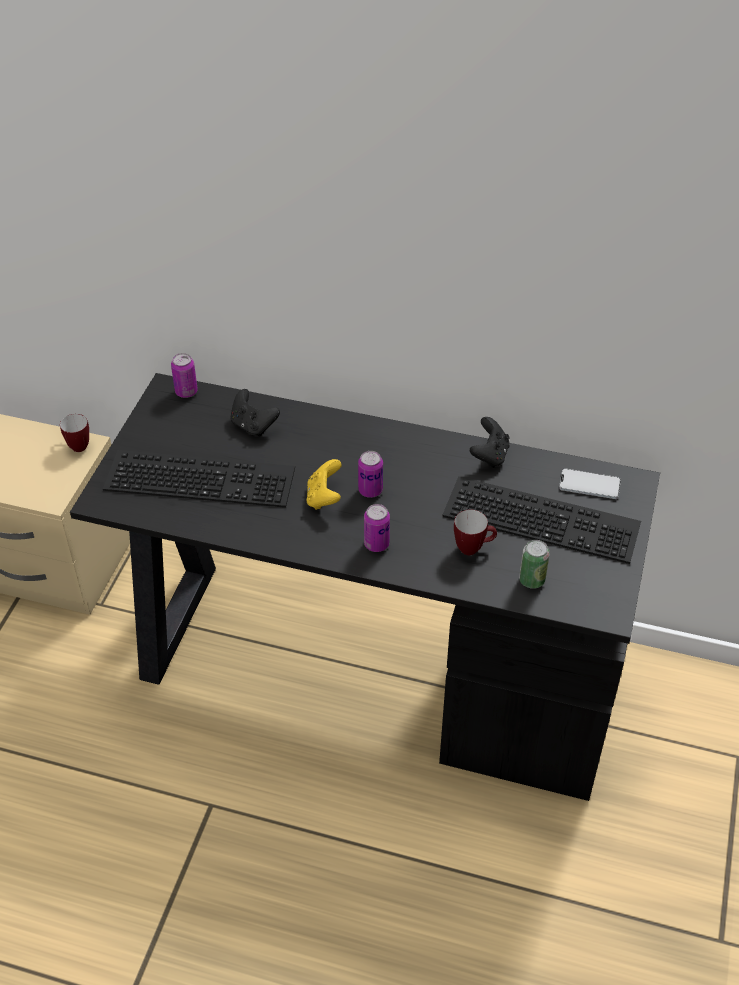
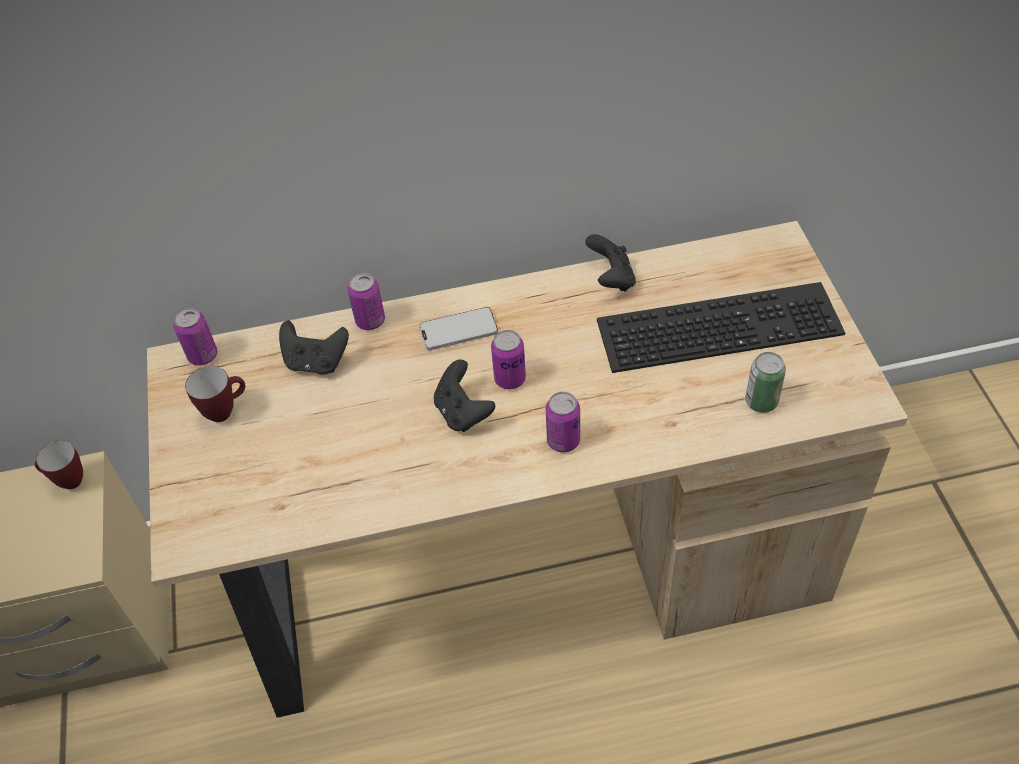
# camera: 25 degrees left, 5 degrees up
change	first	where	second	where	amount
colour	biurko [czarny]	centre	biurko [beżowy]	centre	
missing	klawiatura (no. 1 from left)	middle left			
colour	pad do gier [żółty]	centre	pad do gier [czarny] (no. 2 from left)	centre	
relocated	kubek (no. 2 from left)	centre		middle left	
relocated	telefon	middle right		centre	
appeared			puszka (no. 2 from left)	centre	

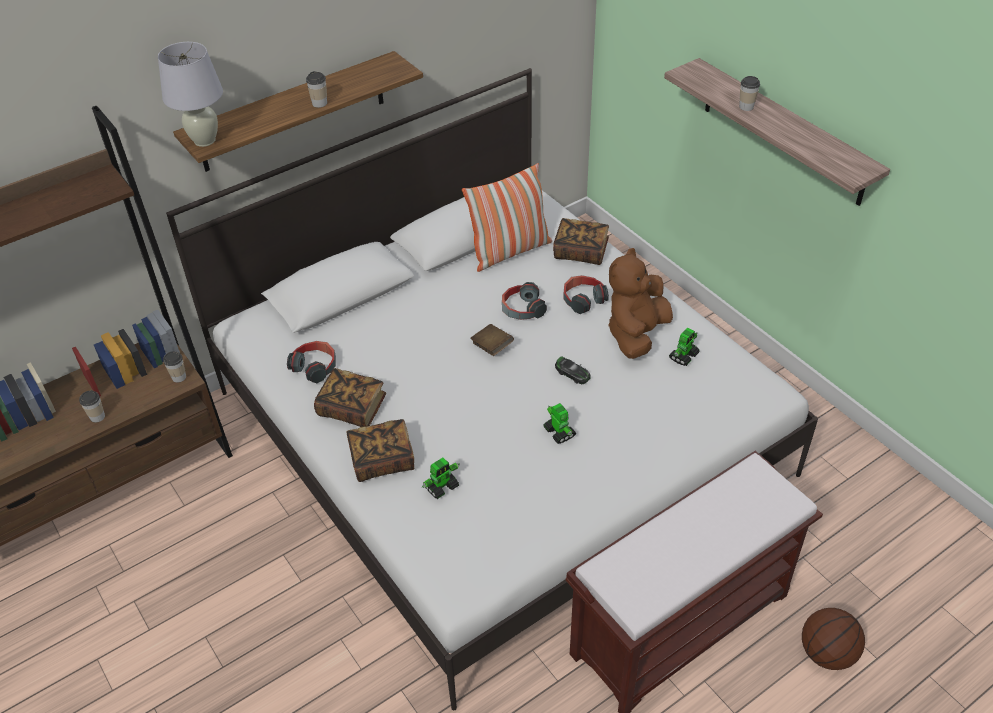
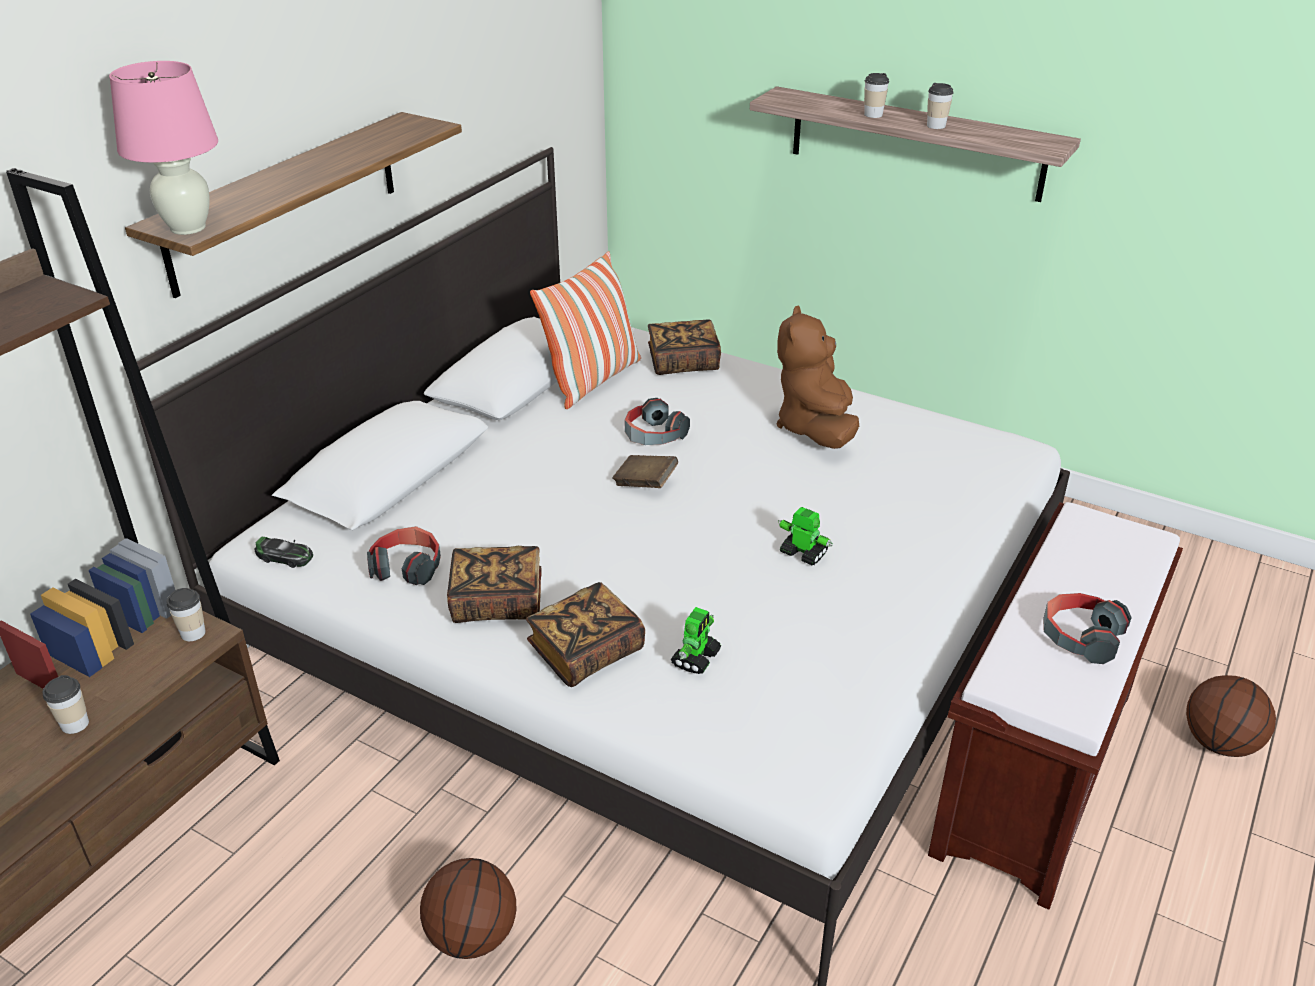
# camera: 25 degrees left, 10 degrees down
change	first	where	second	where	amount
colour	lampa stołowa [biały]	top left	lampa stołowa [różowy]	top left	
relocated	filiżanka (no. 3 from left in the first image)	top left	filiżanka (no. 4 from left)	top right	
relocated	samochodzik	centre		middle left	
relocated	słuchawki (no. 3 from left)	centre		middle right	
missing	robot zabawkowy (no. 3 from left)	middle right			
appeared			piłka do koszykówki (no. 1 from left)	bottom centre	

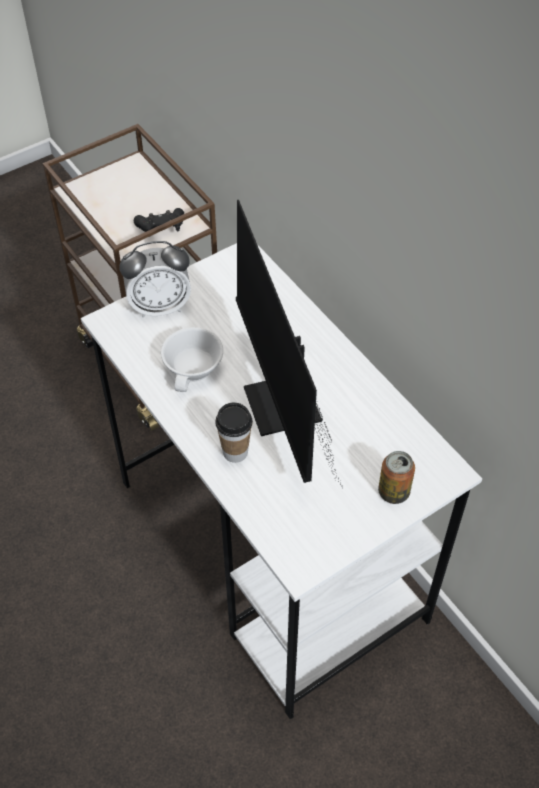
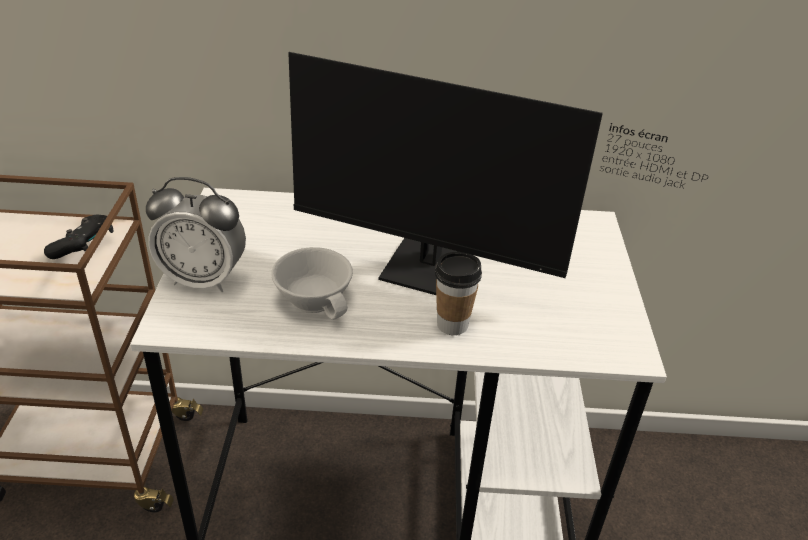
# camera: 55 degrees left, 15 degrees down
change	first	where	second	where	amount
spun	budzik	middle left		middle left	75 degrees clockwise
missing	puszka	middle right			

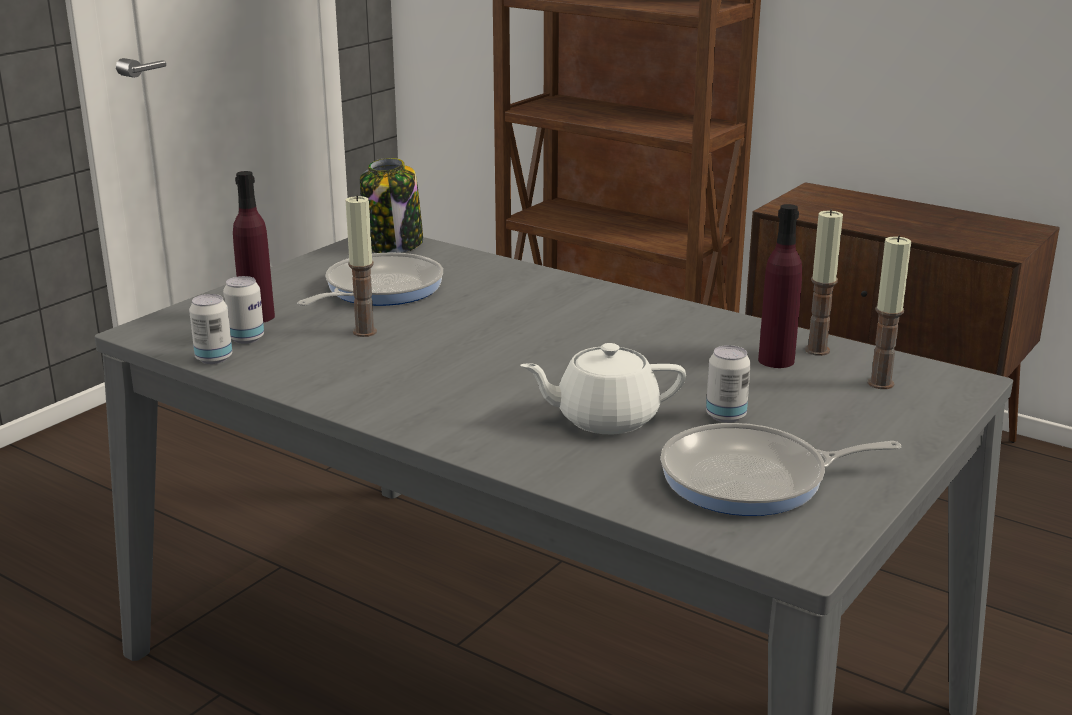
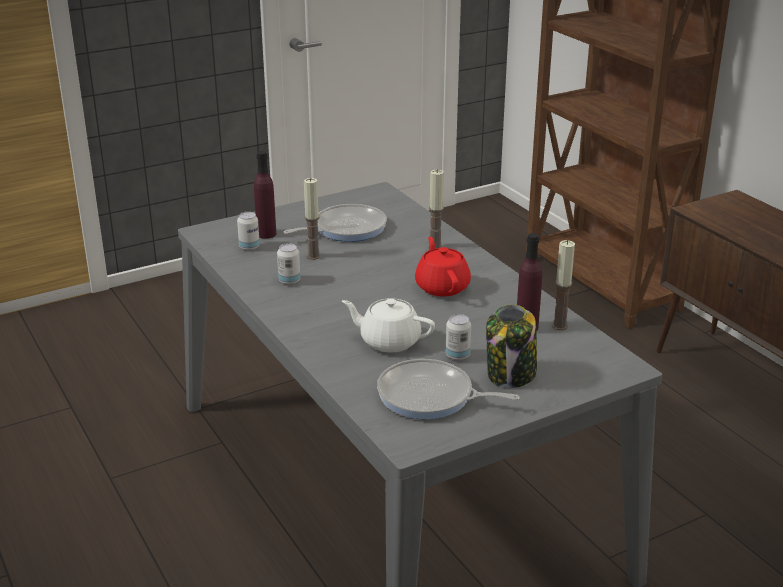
# camera: 25 degrees right, 5 degrees up
change	first	where	second	where	amount
relocated	puszka (no. 1 from left in the first image)	middle left	puszka (no. 2 from left)	centre	
relocated	słoik	top centre		centre	
relocated	świeca (no. 3 from left in the first image)	middle right	świeca (no. 2 from left)	centre	
appeared			imbryk [czerwony]	centre	

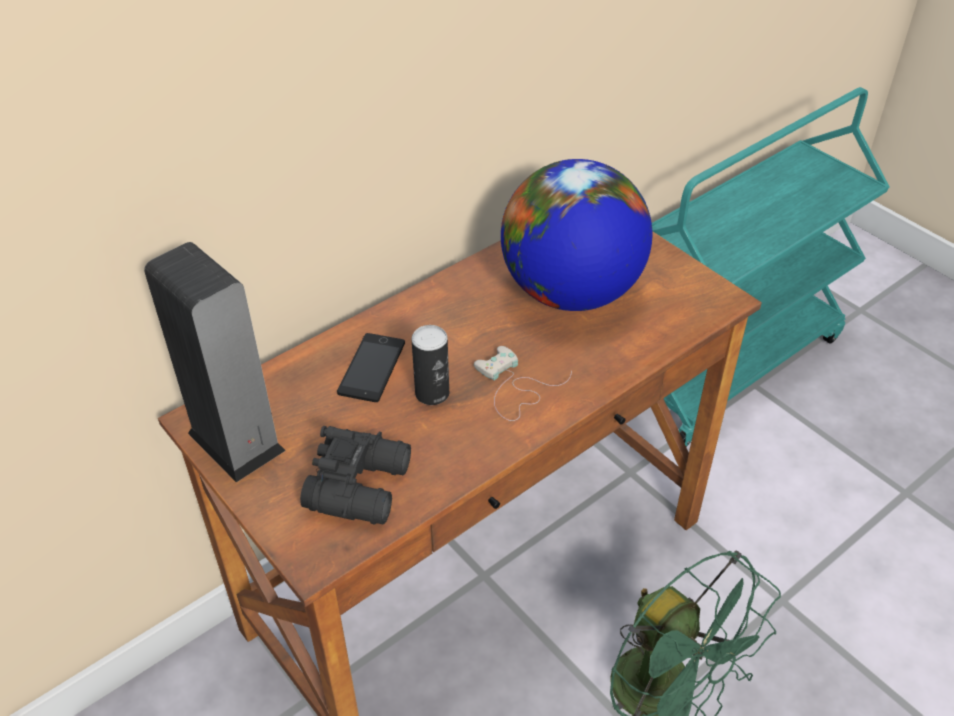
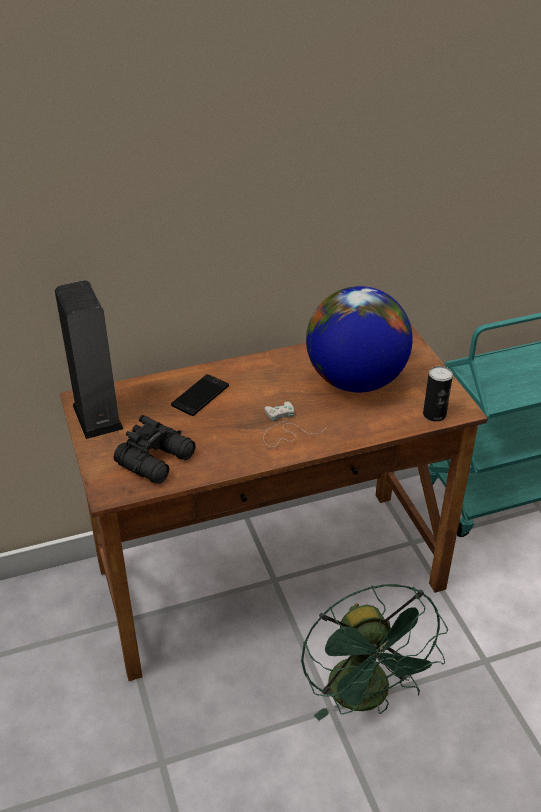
# camera: 20 degrees right, 5 degrees down
change	first	where	second	where	amount
relocated	puszka	centre		middle right	

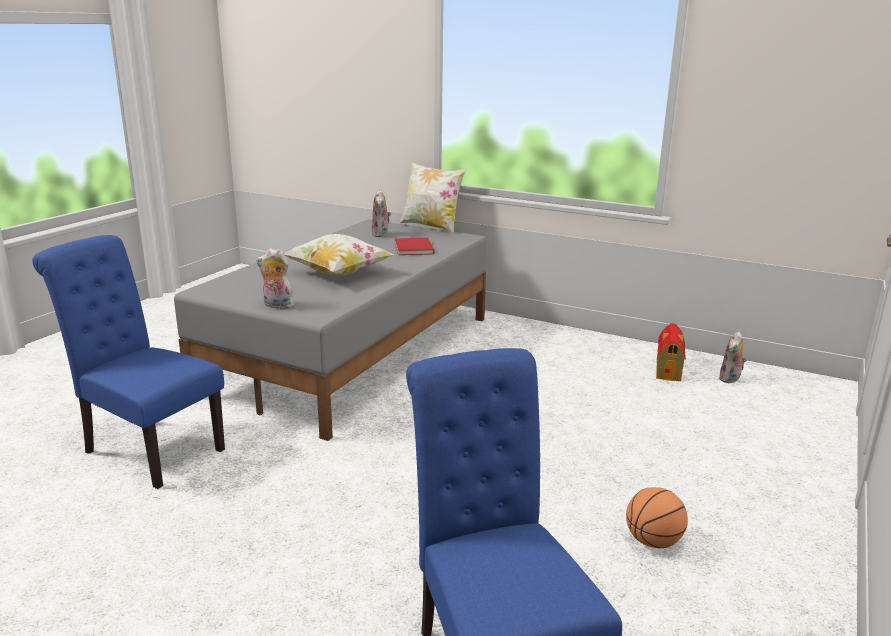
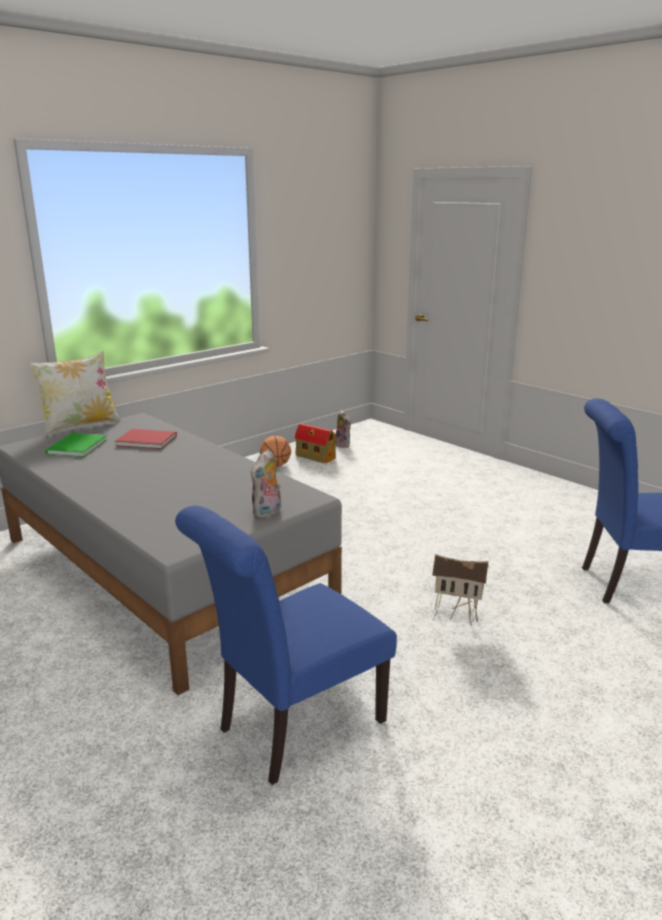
# camera: 70 degrees left, 0 degrees up
change	first	where	second	where	amount
missing	poduszka (no. 1 from left)	centre			
exchanged	pluszak (no. 2 from left)	centre	książka [zielony]	middle left	
relocated	piłka do koszykówki	bottom right		centre	
appeared			domek (no. 2 from left)	middle right	

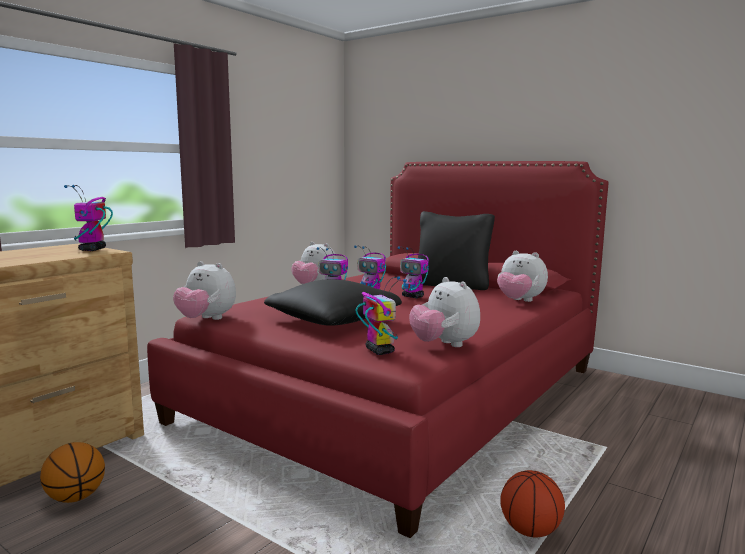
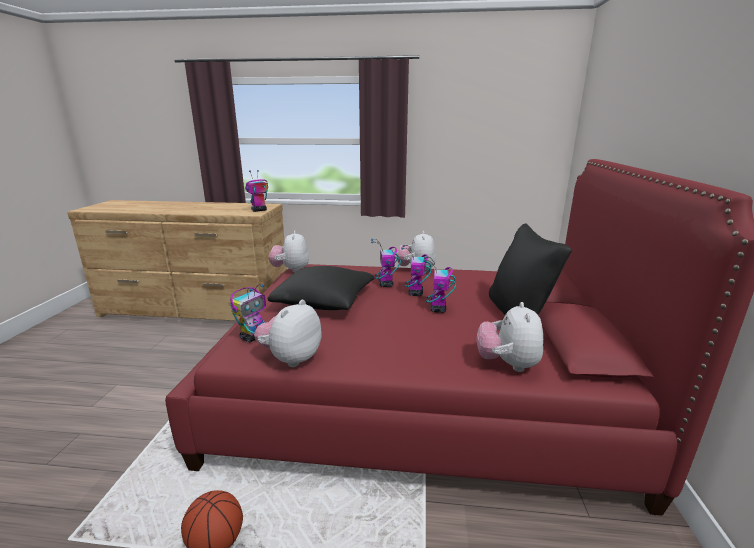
# camera: 60 degrees right, 10 degrees up
change	first	where	second	where	amount
missing	piłka do koszykówki (no. 1 from left)	bottom left			

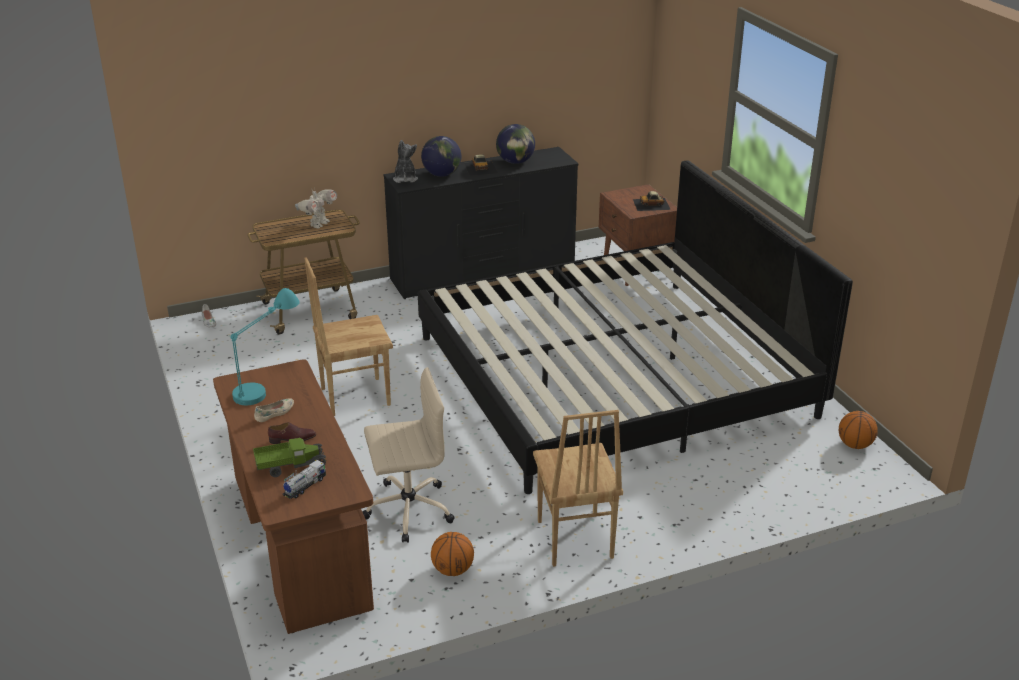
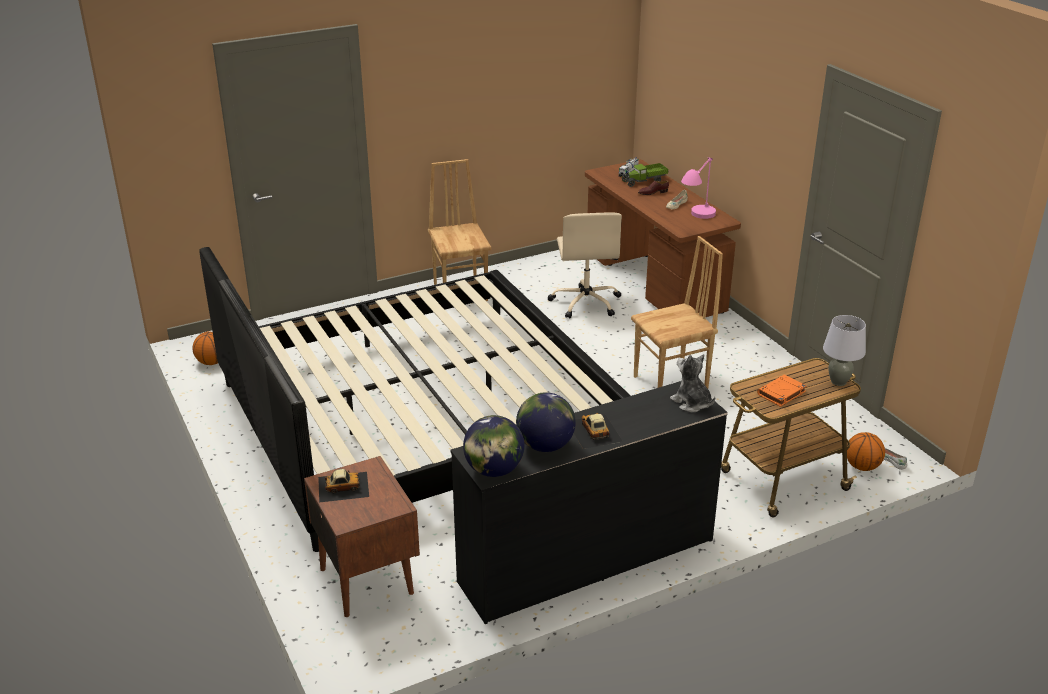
# camera: 175 degrees right, 0 degrees up
change	first	where	second	where	amount
colour	lampa stołowa [turkusowy]	middle left	lampa stołowa [różowy]	top centre	
exchanged	robot zabawkowy	top left	książka [pomarańczowy]	middle right	
spun	krzesło biurowe [beżowy]	bottom centre		centre	75 degrees counterclockwise
spun	pluszak	top centre		centre	150 degrees clockwise
relocated	globus (no. 1 from left)	top centre		centre	
relocated	piłka do koszykówki (no. 1 from left in the first image)	bottom centre	piłka do koszykówki (no. 2 from left)	middle right	
appeared			lampa stołowa [szary]	middle right	

